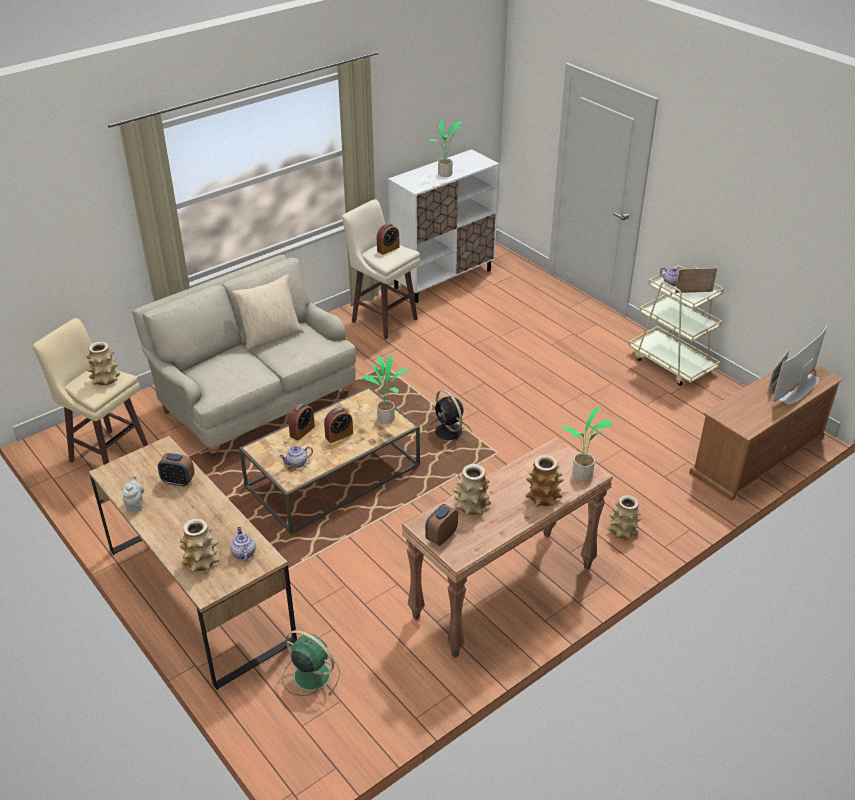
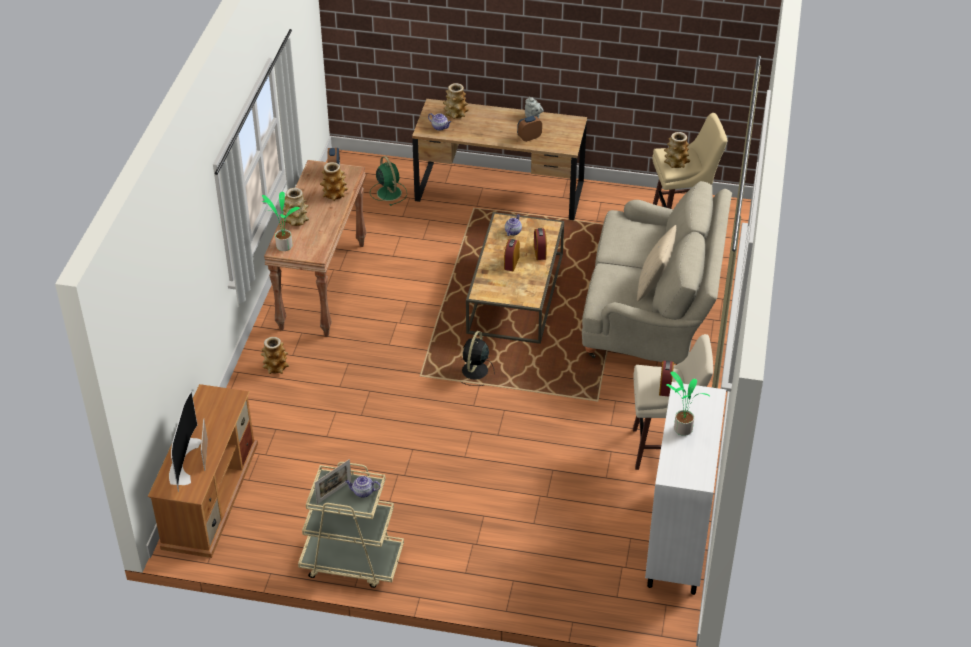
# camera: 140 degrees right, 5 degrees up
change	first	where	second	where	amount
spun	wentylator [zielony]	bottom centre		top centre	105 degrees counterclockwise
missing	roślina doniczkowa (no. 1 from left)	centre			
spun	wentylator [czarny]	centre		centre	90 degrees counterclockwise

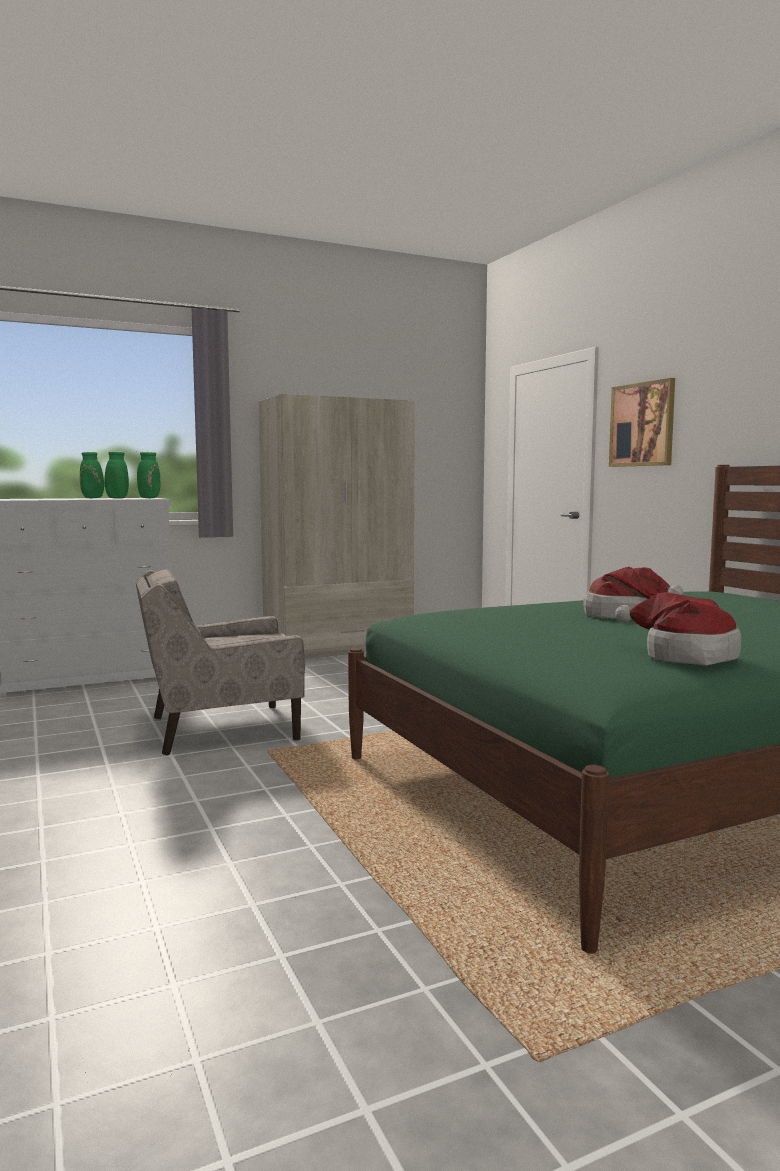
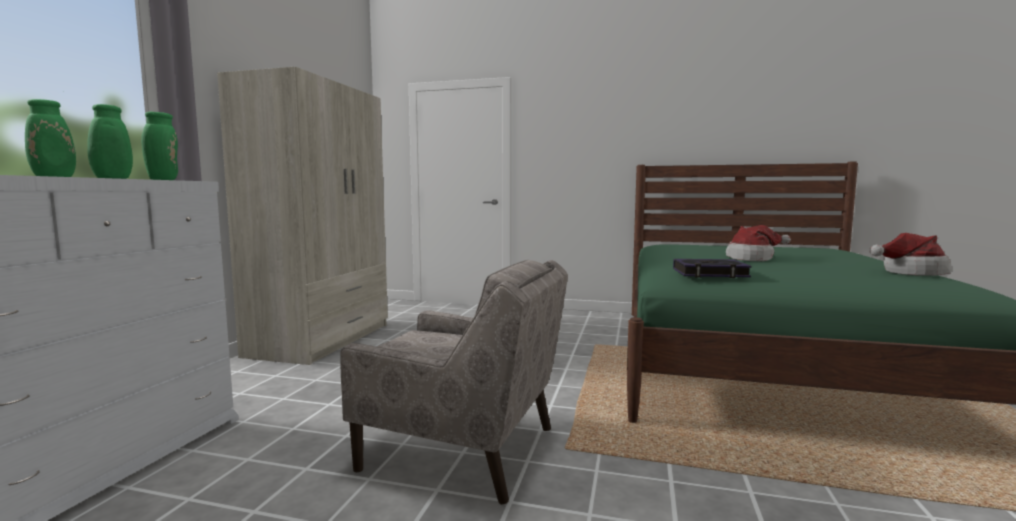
# camera: 50 degrees left, 0 degrees up
change	first	where	second	where	amount
spun	fotel [beżowy]	middle left		bottom centre	90 degrees counterclockwise
missing	obraz	middle right			
appeared			książka	middle right	

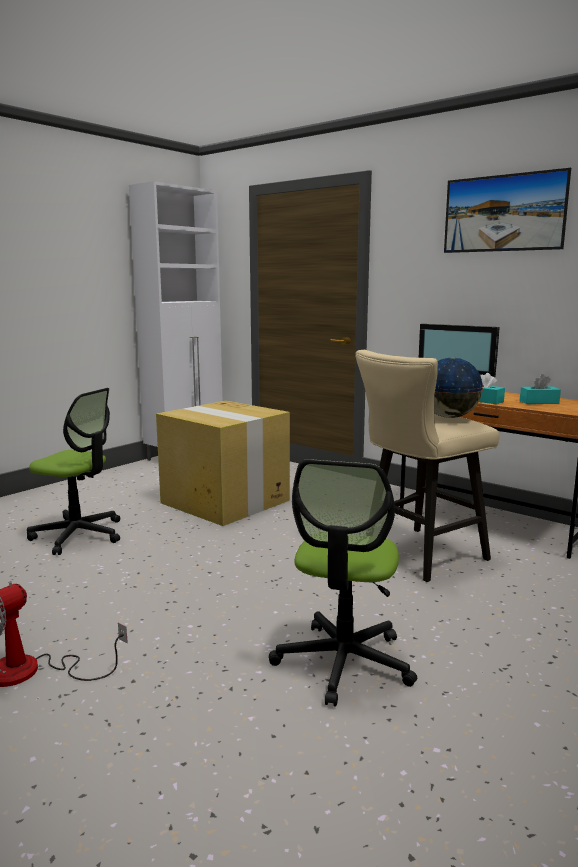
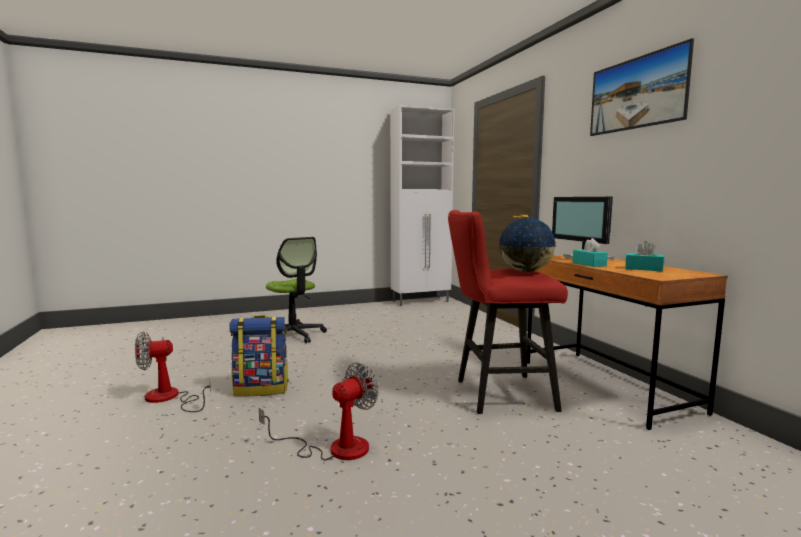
# camera: 30 degrees right, 5 degrees down
change	first	where	second	where	amount
missing	karton	centre			
exchanged	krzesło biurowe (no. 2 from left)	bottom centre	wentylator (no. 2 from left)	bottom centre	
colour	stołek [beżowy]	middle right	stołek [czerwony]	centre	
appeared			plecak	middle left	

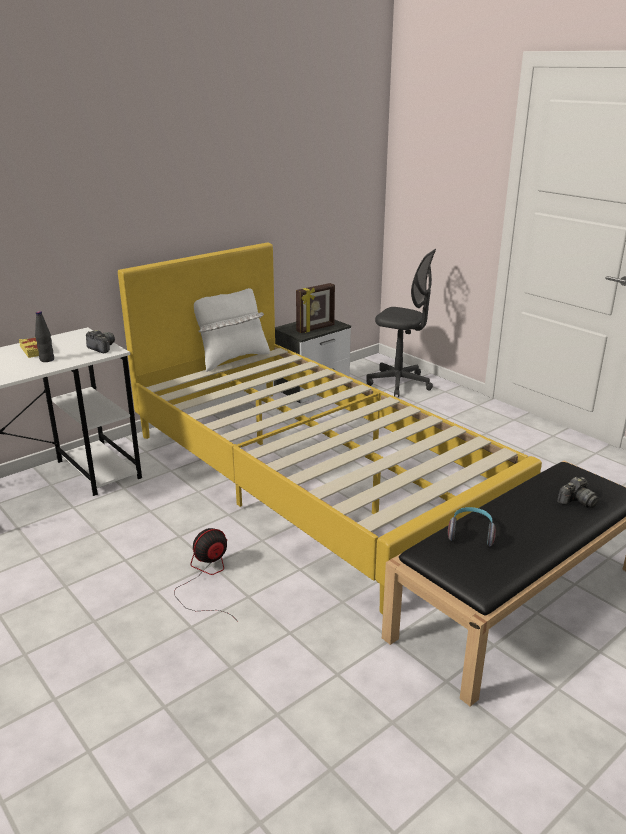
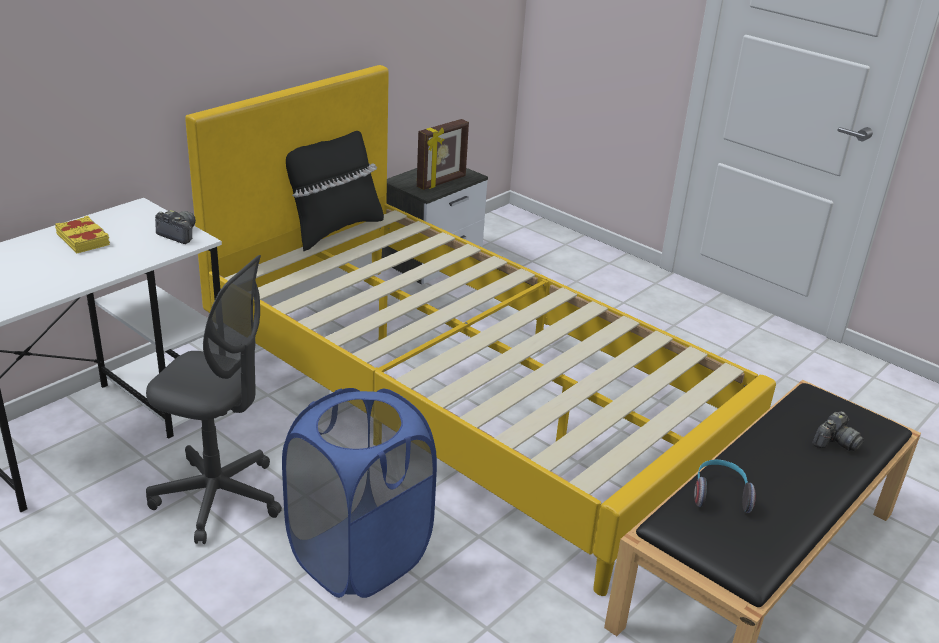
# camera: 10 degrees left, 5 degrees up
change	first	where	second	where	amount
missing	butelka [czarny]	middle left			
exchanged	wentylator	bottom left	kosz na pranie [niebieski]	bottom centre	
colour	poduszka [biały]	centre	poduszka [czarny]	top centre	
relocated	krzesło biurowe [szary]	centre		middle left	

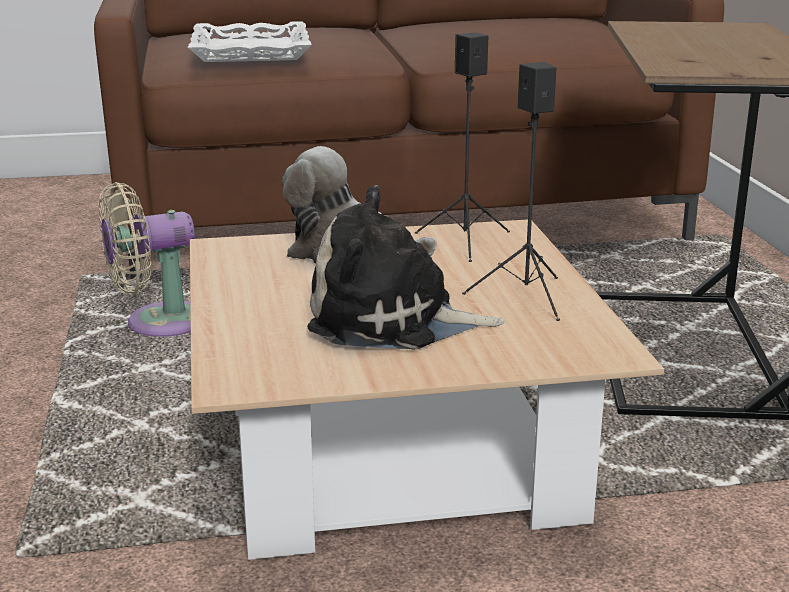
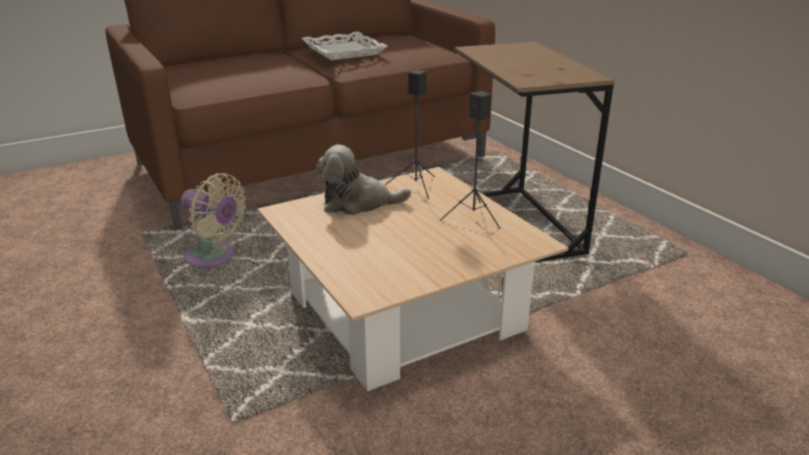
# camera: 20 degrees left, 5 degrees up
change	first	where	second	where	amount
spun	wentylator [beżowy]	middle left		middle left	105 degrees counterclockwise
relocated	taca [biały]	top left		top centre	
missing	pluszak (no. 2 from left)	centre			

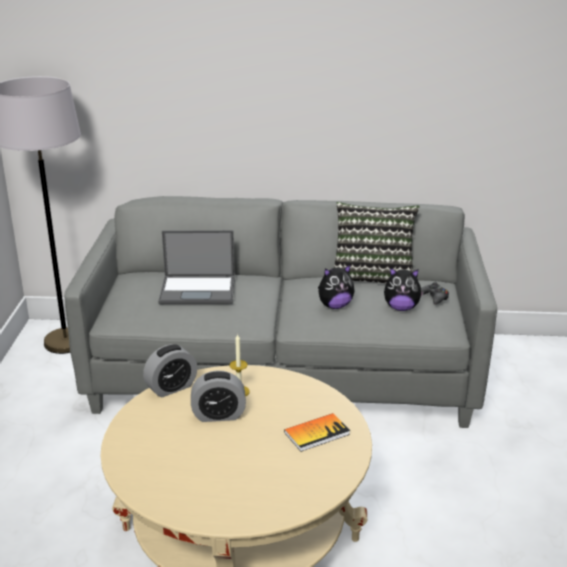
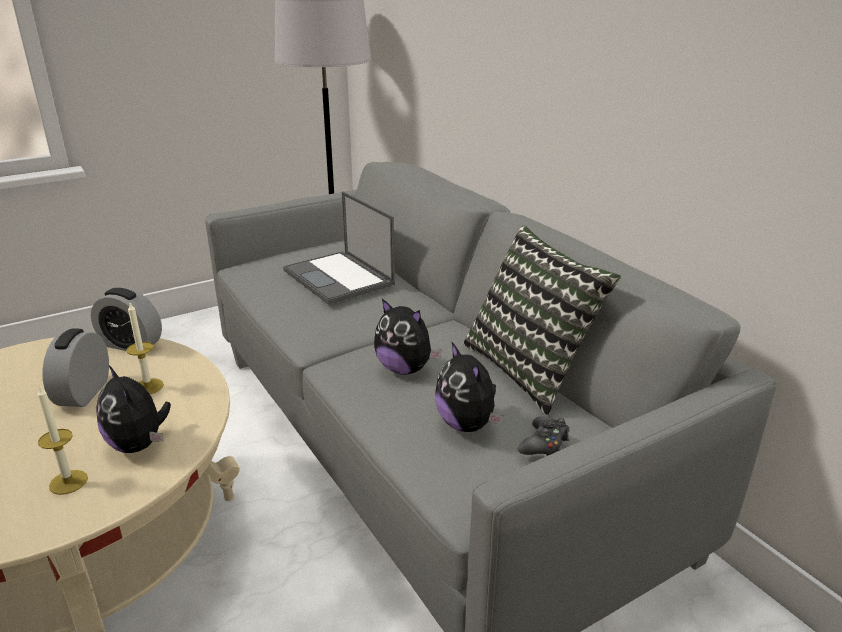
# camera: 55 degrees right, 0 degrees up
change	first	where	second	where	amount
spun	budzik (no. 2 from left in the first image)	bottom centre	budzik (no. 1 from left)	middle left	45 degrees clockwise
exchanged	książka	bottom centre	świeca (no. 1 from left)	bottom left	
appeared			pluszak (no. 1 from left)	middle left	

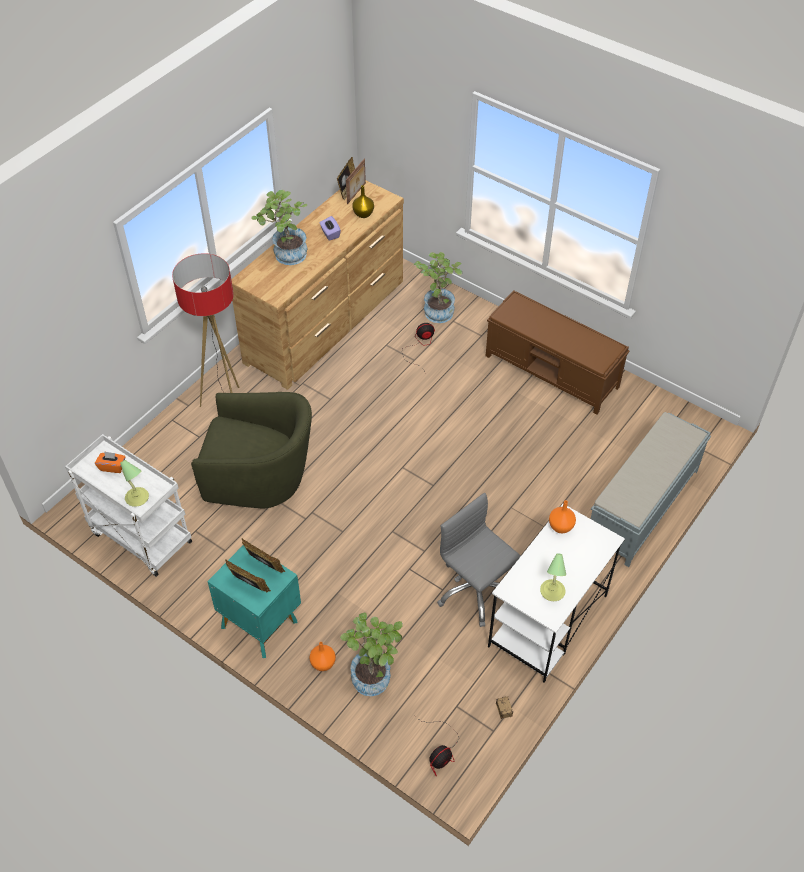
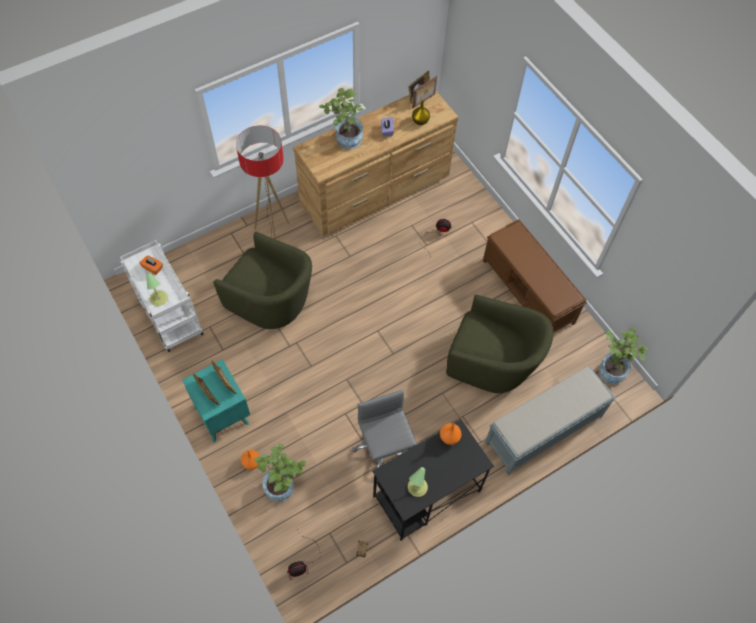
# camera: 20 degrees right, 10 degrees up
change	first	where	second	where	amount
relocated	roślina doniczkowa (no. 3 from left)	top centre		middle right	
colour	biurko [biały]	bottom right	biurko [czarny]	bottom centre	
appeared			fotel [zielony] (no. 2 from left)	centre	

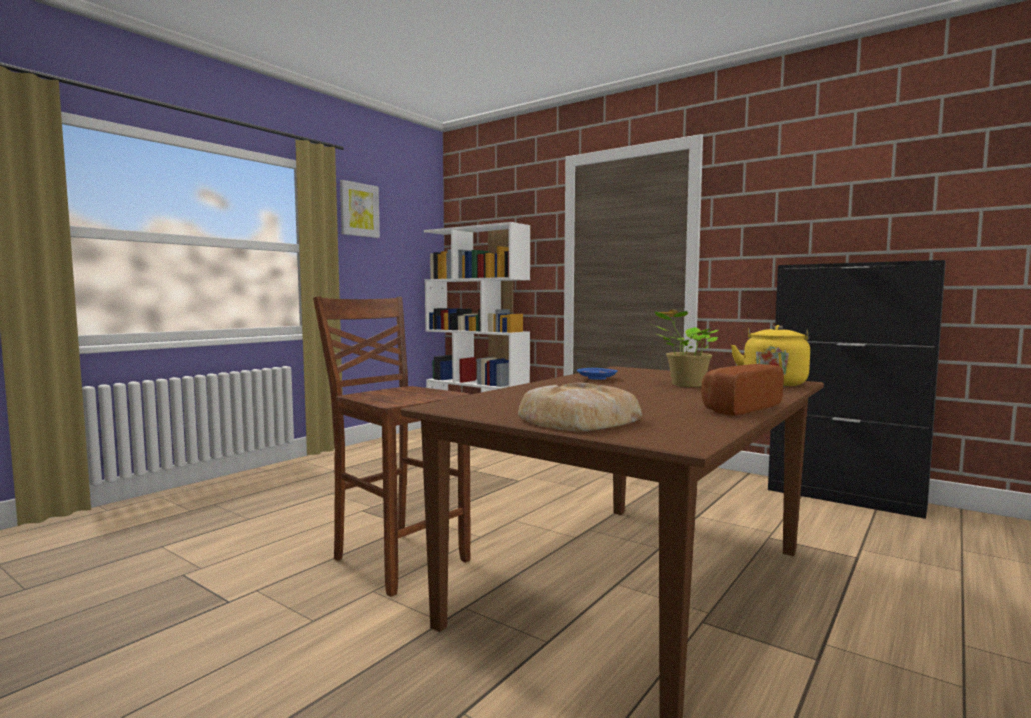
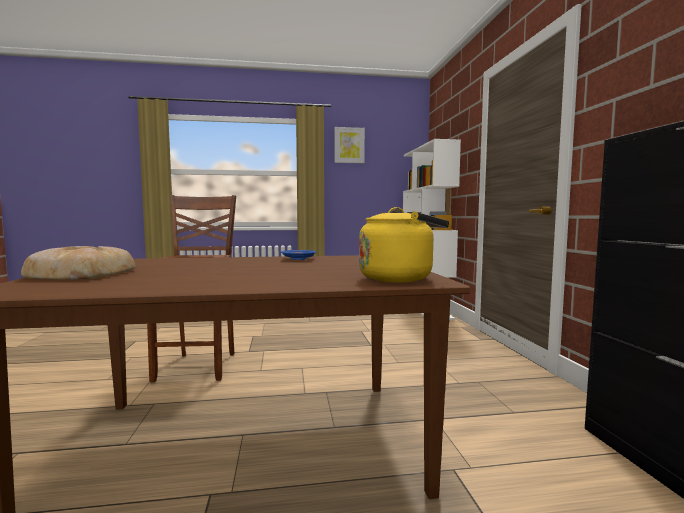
# camera: 45 degrees right, 0 degrees up
change	first	where	second	where	amount
missing	roślina doniczkowa	centre			
missing	chleb (no. 2 from left)	middle right			

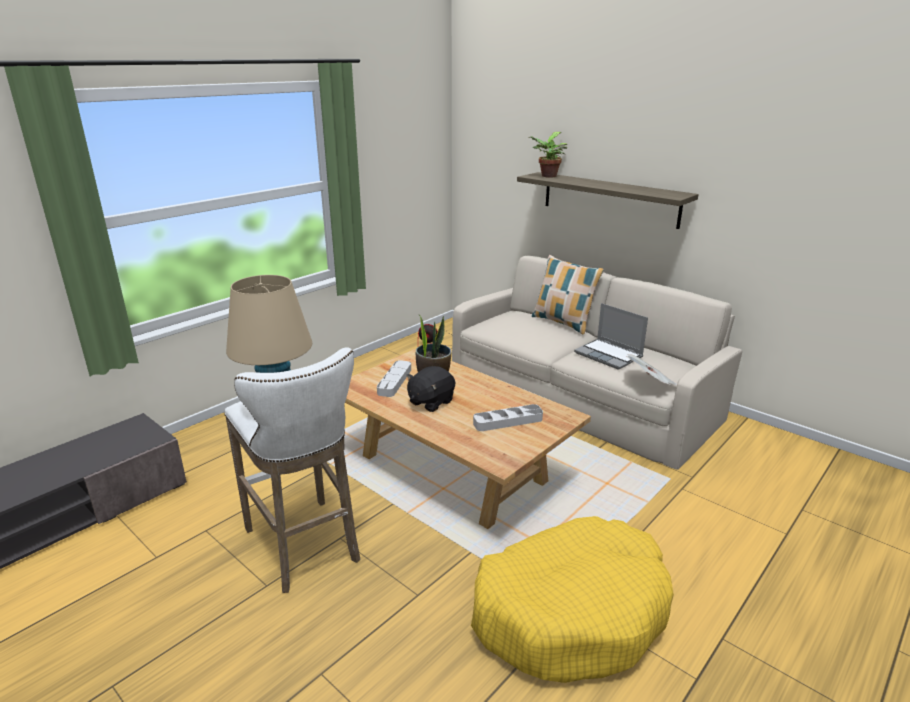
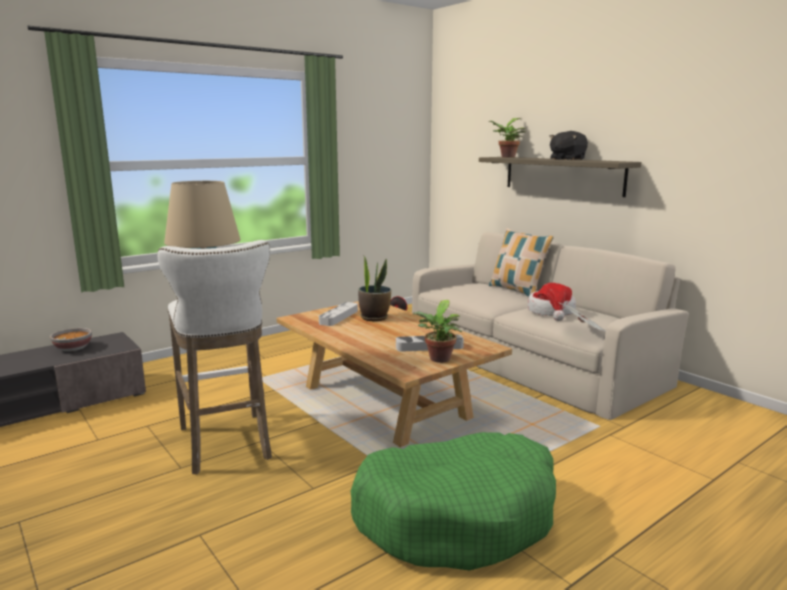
# camera: 10 degrees right, 10 degrees down
change	first	where	second	where	amount
relocated	pluszak [czarny]	centre		top right	
colour	legowisko [żółty]	bottom centre	legowisko [zielony]	bottom centre	
exchanged	laptop	middle right	kapelusz	middle right	
appeared			miska	middle left	
appeared			roślina doniczkowa (no. 2 from left)	centre	

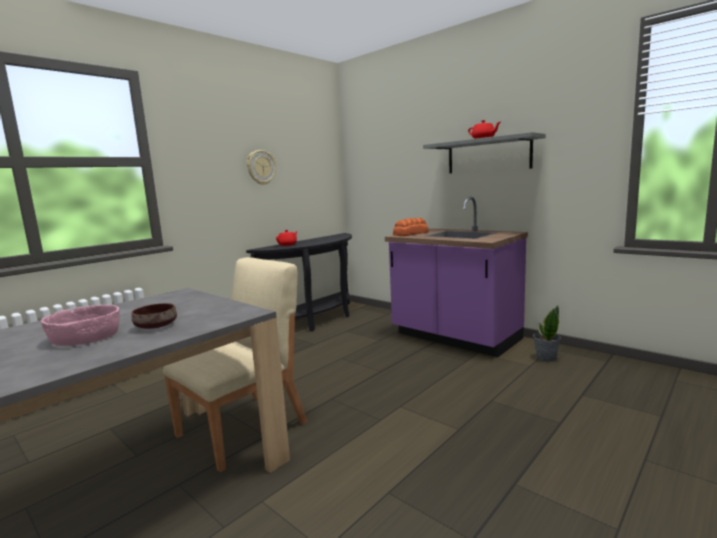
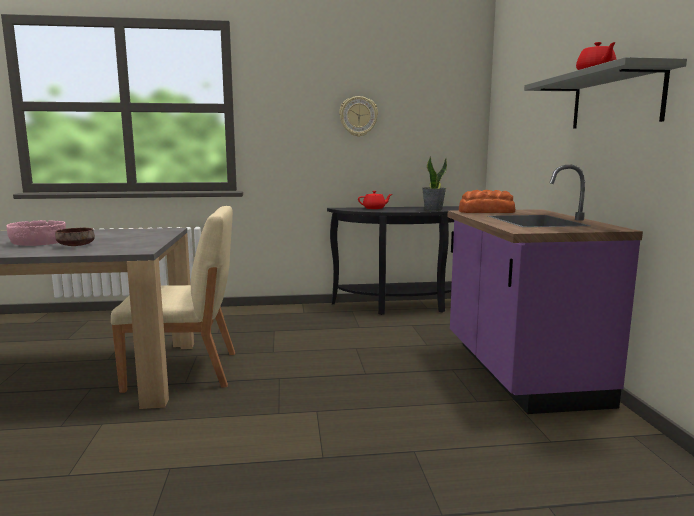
# camera: 40 degrees right, 0 degrees up
change	first	where	second	where	amount
relocated	roślina doniczkowa	middle right		centre	

